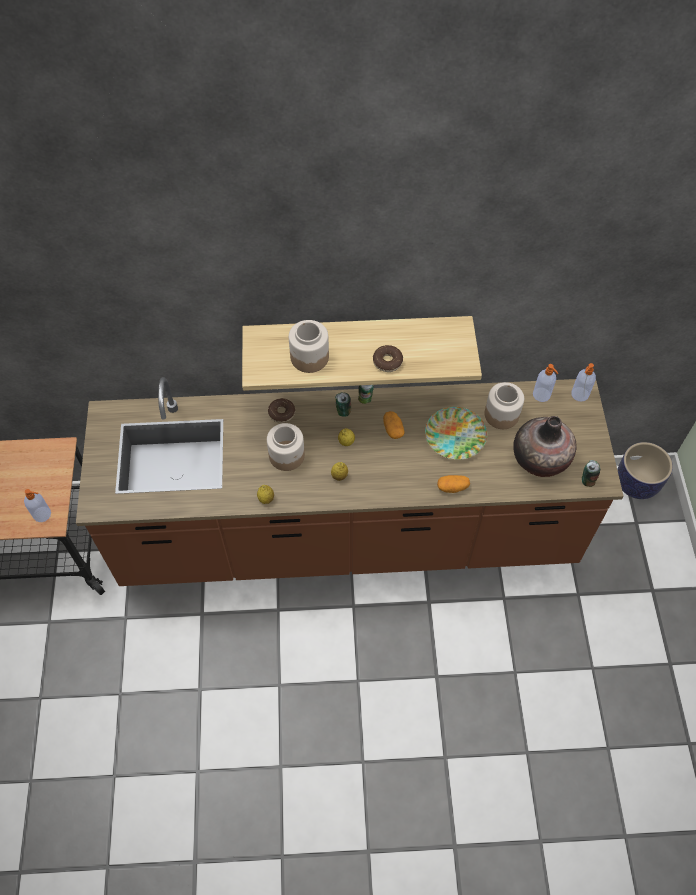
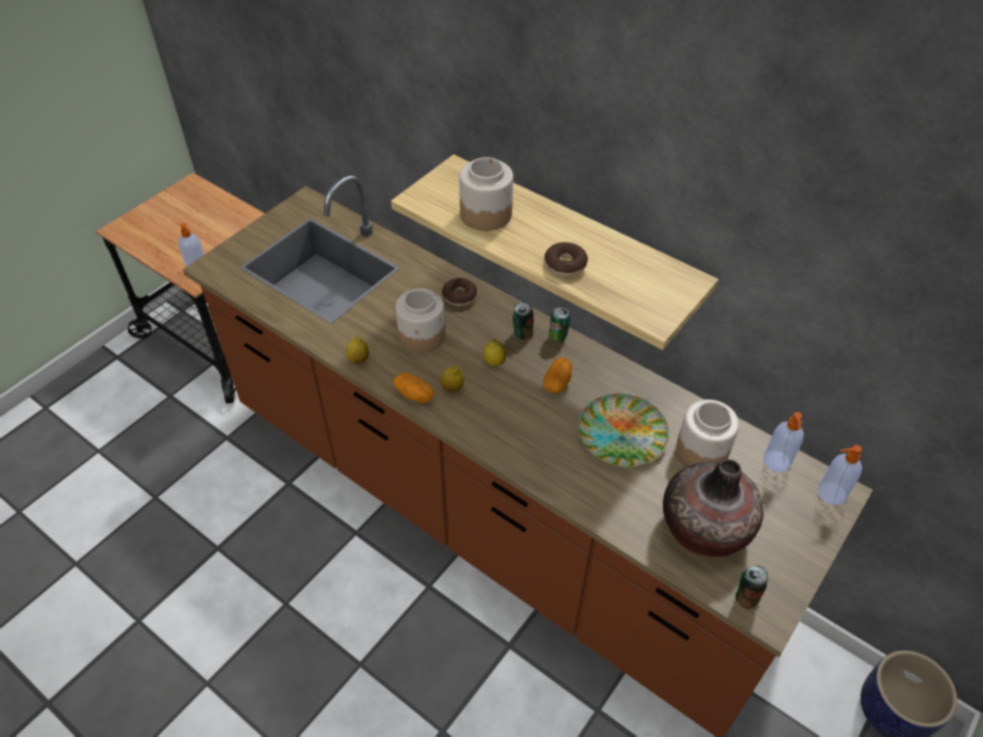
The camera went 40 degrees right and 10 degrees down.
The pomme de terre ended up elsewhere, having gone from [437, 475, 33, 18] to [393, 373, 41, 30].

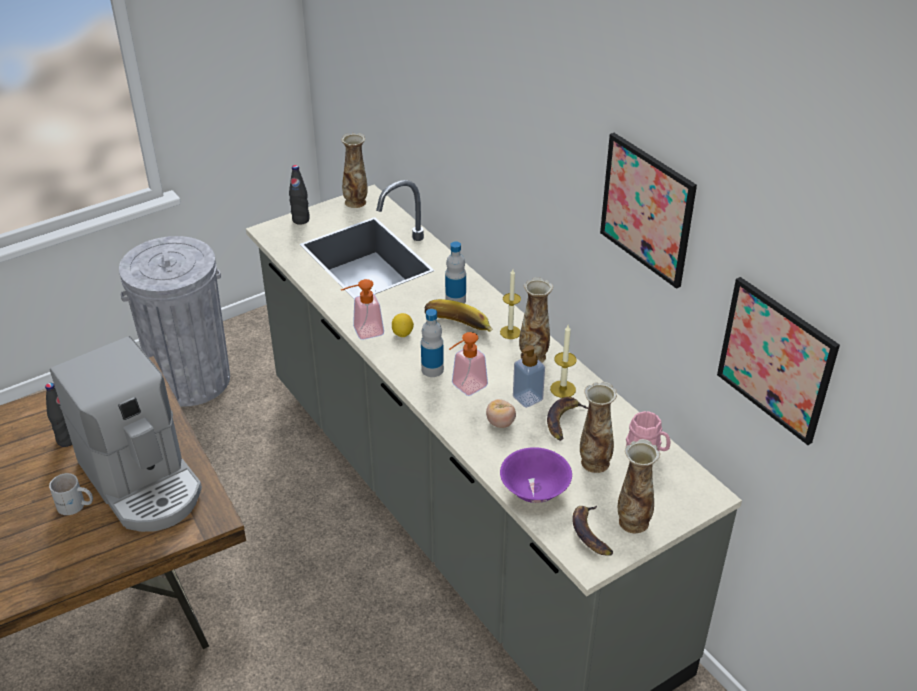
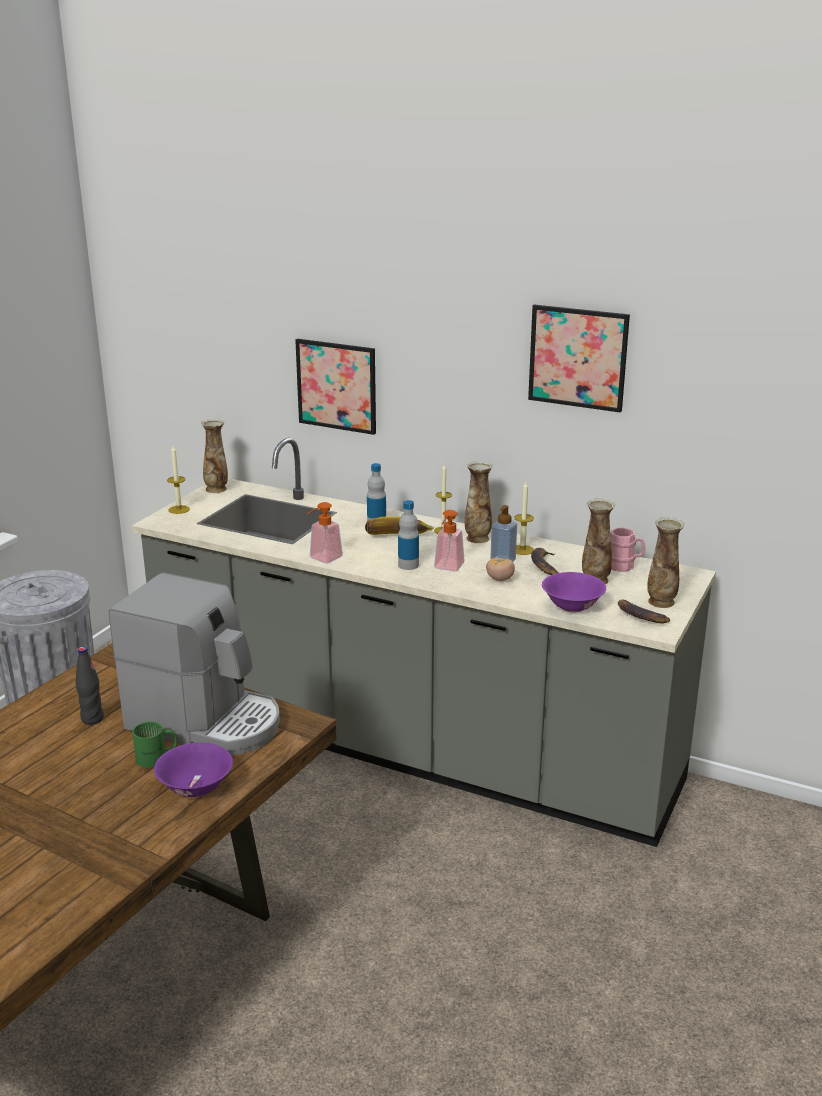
The camera went 30 degrees left and 15 degrees down.
What was the mug [blanc] at [49, 473, 44, 42] turned into the mug [vert] at [132, 722, 45, 46].
The second view gained the bol [violet] at [154, 743, 79, 54].
Where the bouteille [noir] stood at [289, 165, 20, 60], the bougie came to stand at [167, 446, 23, 68].
The tableau ended up elsewhere, having gone from [717, 277, 123, 168] to [295, 339, 81, 96].
The second view lost the citron at [392, 313, 22, 24].

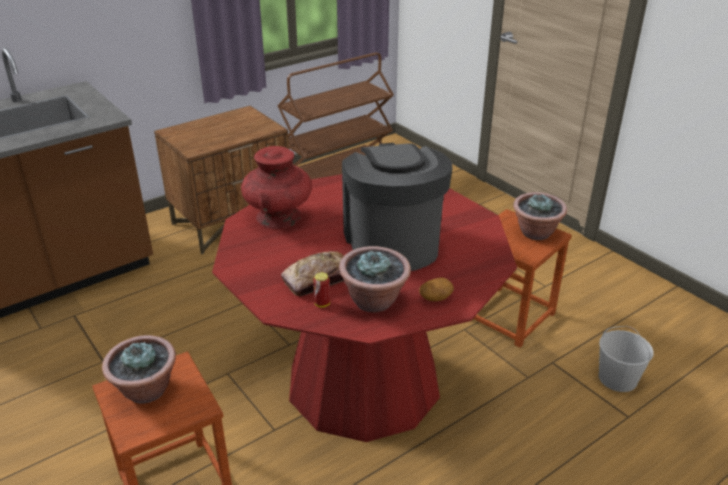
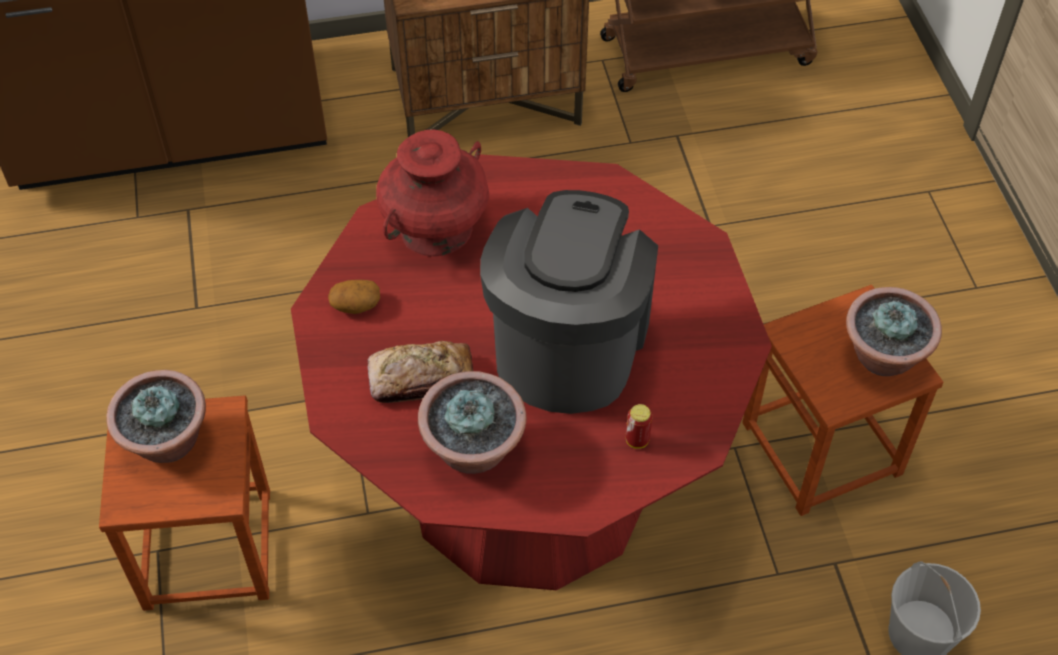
The camera went 25 degrees right and 20 degrees up.
The pomme de terre ended up elsewhere, having gone from [419, 277, 35, 24] to [328, 280, 52, 34].
The boîte métallique ended up elsewhere, having gone from [313, 272, 17, 36] to [626, 404, 27, 45].

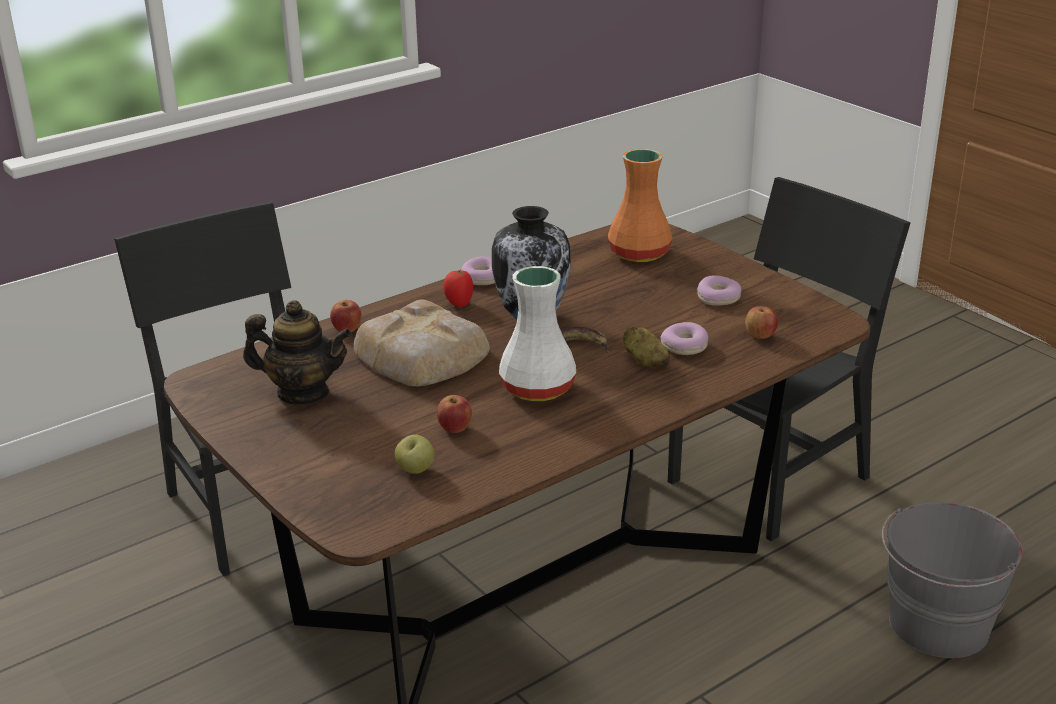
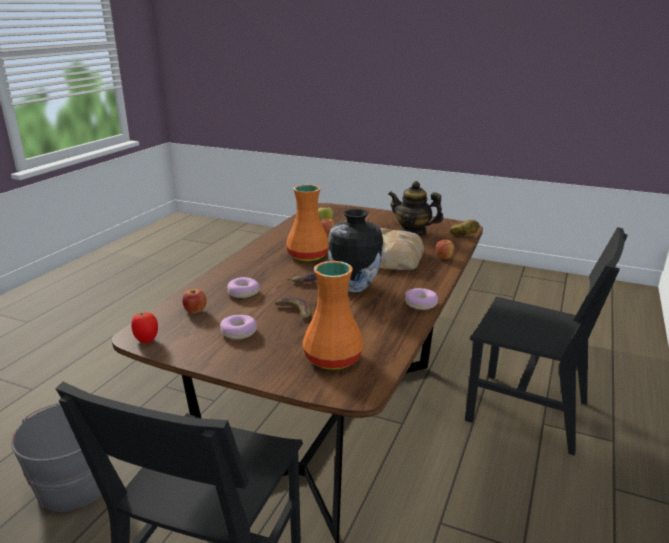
The camera went 150 degrees right and 5 degrees down.
The tomate ended up elsewhere, having gone from [443, 269, 30, 38] to [131, 313, 27, 30].
The second view gained the banane at [275, 297, 36, 27].
What was the vase [blanc] at [499, 266, 77, 135] turned into the vase [orange] at [286, 185, 43, 76].
The théière at [243, 300, 109, 104] ended up facing another way, 45 degrees clockwise from before.
The pomme de terre ended up elsewhere, having gone from [623, 326, 47, 42] to [450, 220, 30, 15].

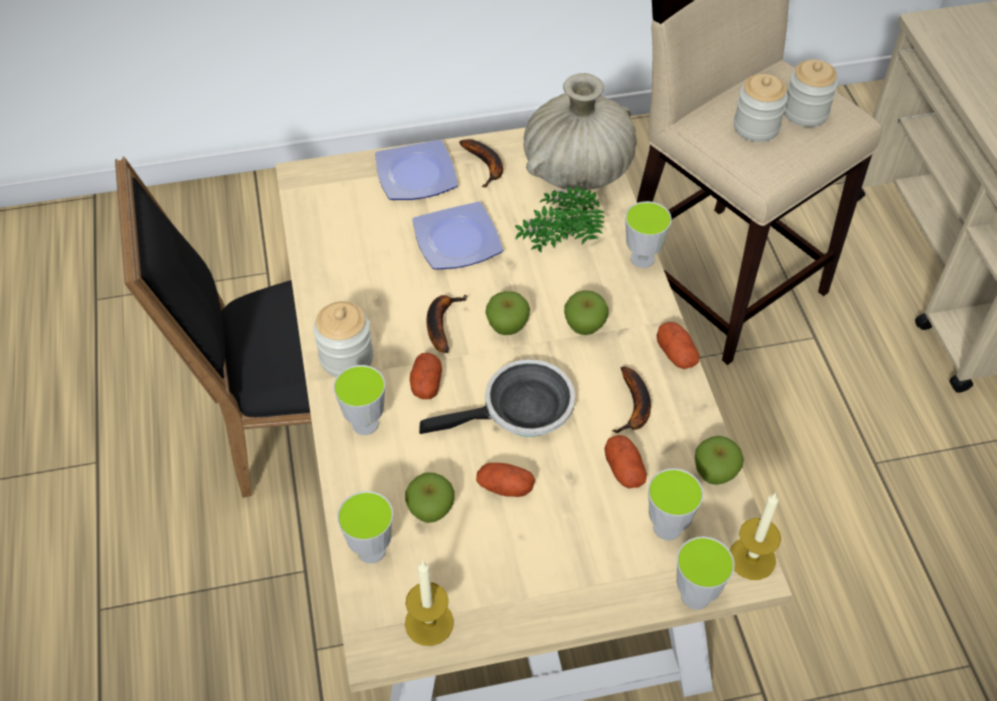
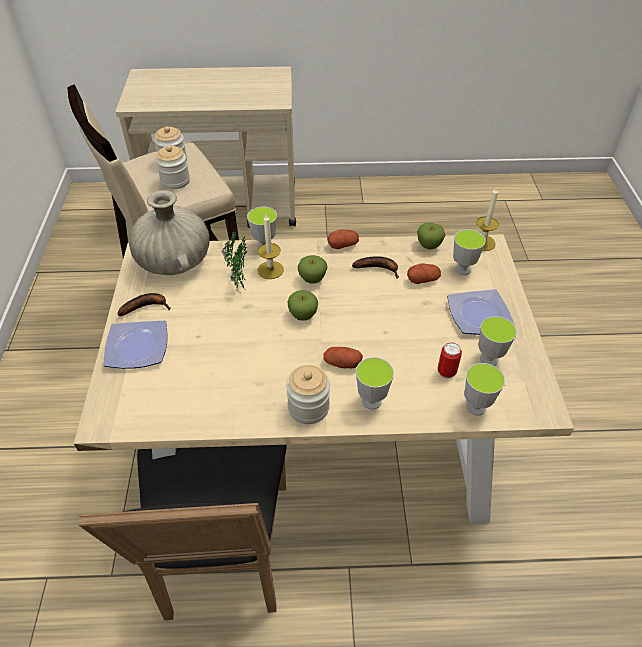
The camera went 80 degrees left and 5 degrees down.
The bougie ended up elsewhere, having gone from [405, 560, 49, 86] to [258, 214, 26, 65].
Where the pomme stood at [405, 473, 50, 50], the boîte métallique came to stand at [438, 343, 24, 35].
The assiette ended up elsewhere, having gone from [412, 202, 91, 68] to [447, 289, 67, 46].
The tasse ended up elsewhere, having gone from [677, 536, 58, 74] to [478, 316, 39, 50].
The second view lost the poêle at [419, 359, 156, 78].
The second view lost the banane at [426, 295, 42, 58].
The second view lost the pomme de terre at [476, 463, 59, 34].

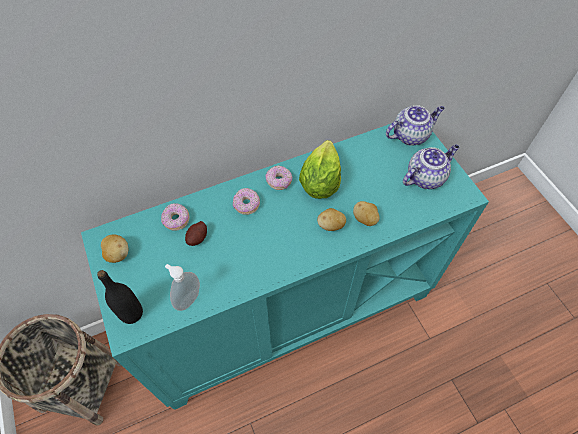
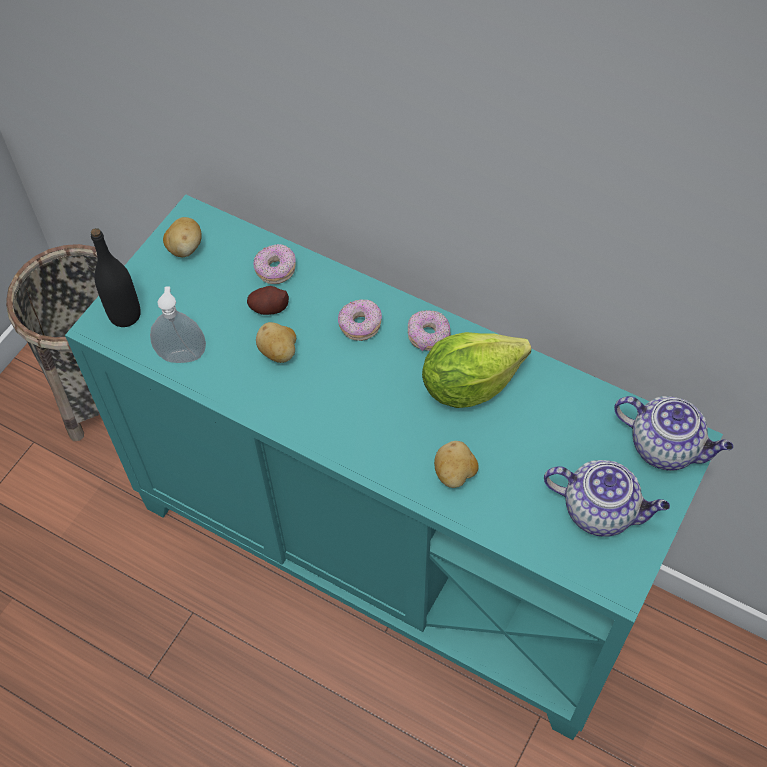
The camera went 55 degrees right and 0 degrees up.
The pomme de terre ended up elsewhere, having gone from [317, 208, 29, 23] to [256, 322, 40, 41].

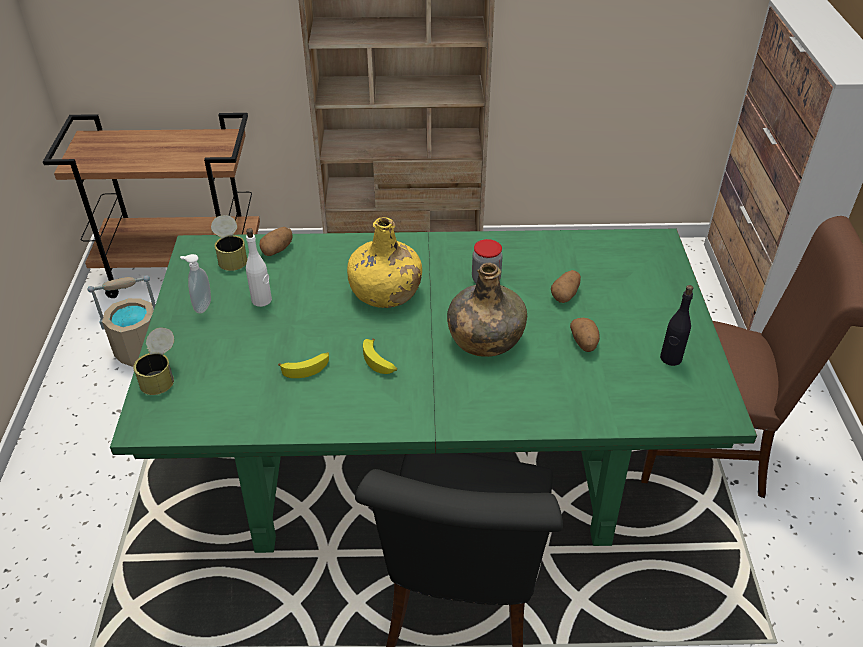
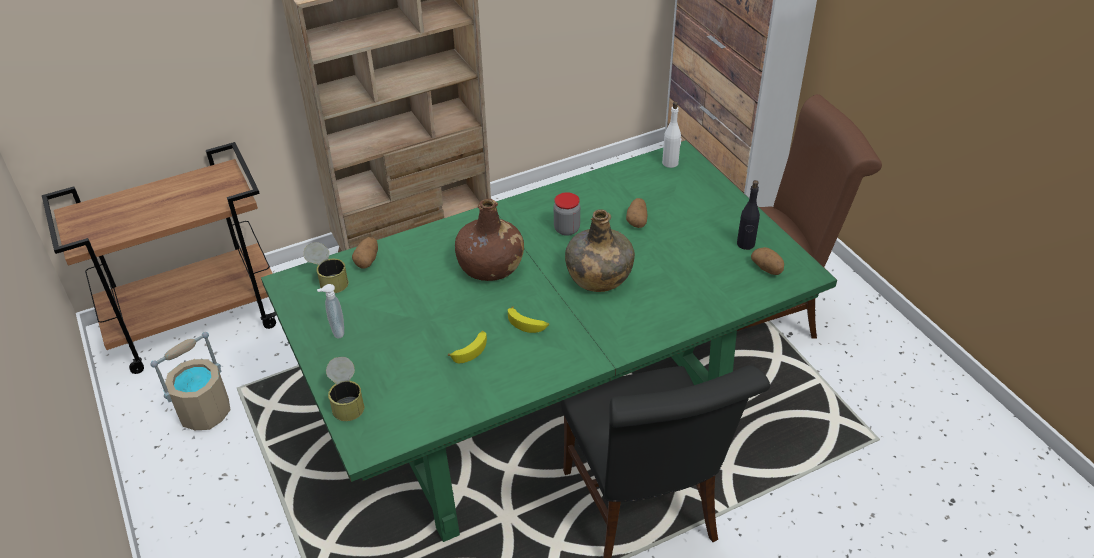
The camera went 25 degrees left and 0 degrees up.
What was the bouteille [jaune] at [347, 217, 75, 91] turned into the bouteille [marron] at [455, 199, 69, 82].
The bouteille [blanc] ended up elsewhere, having gone from [246, 228, 26, 79] to [662, 102, 19, 66].
The pomme de terre ended up elsewhere, having gone from [570, 318, 30, 34] to [751, 247, 33, 28].

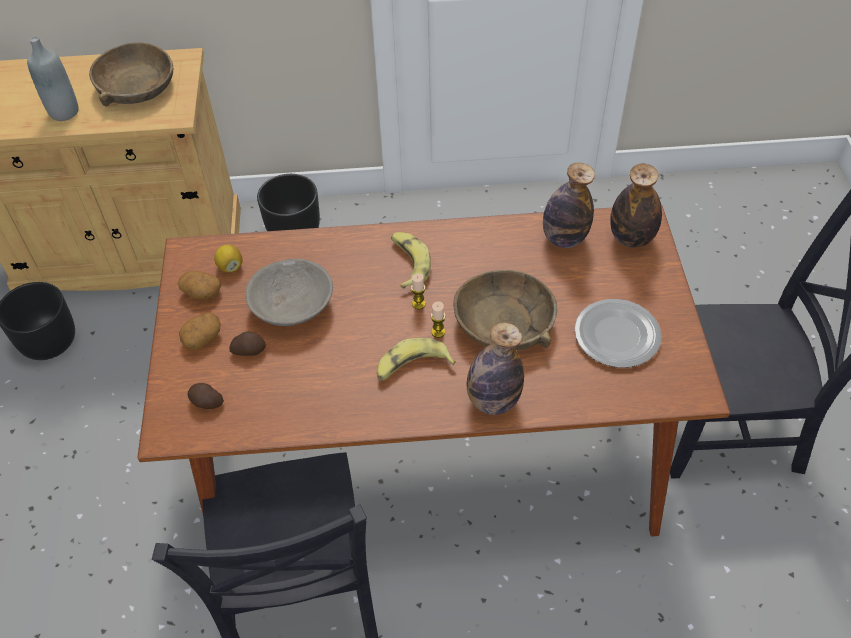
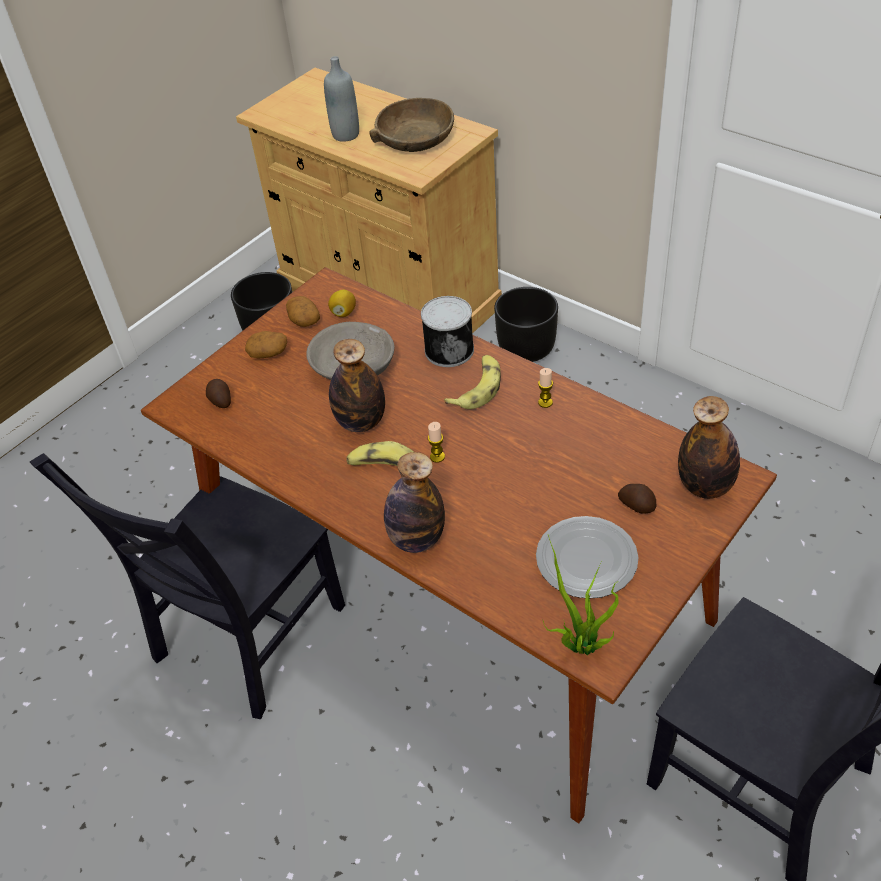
The camera went 45 degrees right and 5 degrees down.
The bouteille ended up elsewhere, having gone from [543, 163, 52, 85] to [329, 339, 56, 93].
The second view gained the boîte métallique at [421, 296, 53, 71].
The bougie ended up elsewhere, having gone from [411, 274, 15, 35] to [538, 368, 15, 40].
The second view gained the plante en pot at [543, 535, 75, 120].
The pomme de terre ended up elsewhere, having gone from [229, 331, 37, 25] to [618, 484, 39, 30].
The second view lost the bol [marron] at [453, 270, 104, 80].

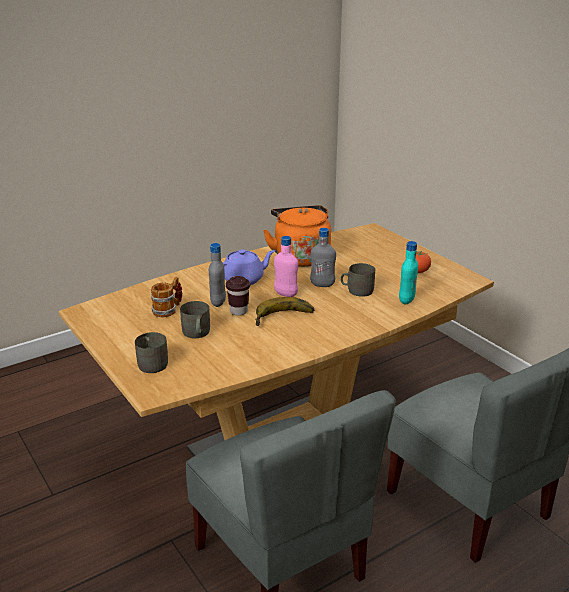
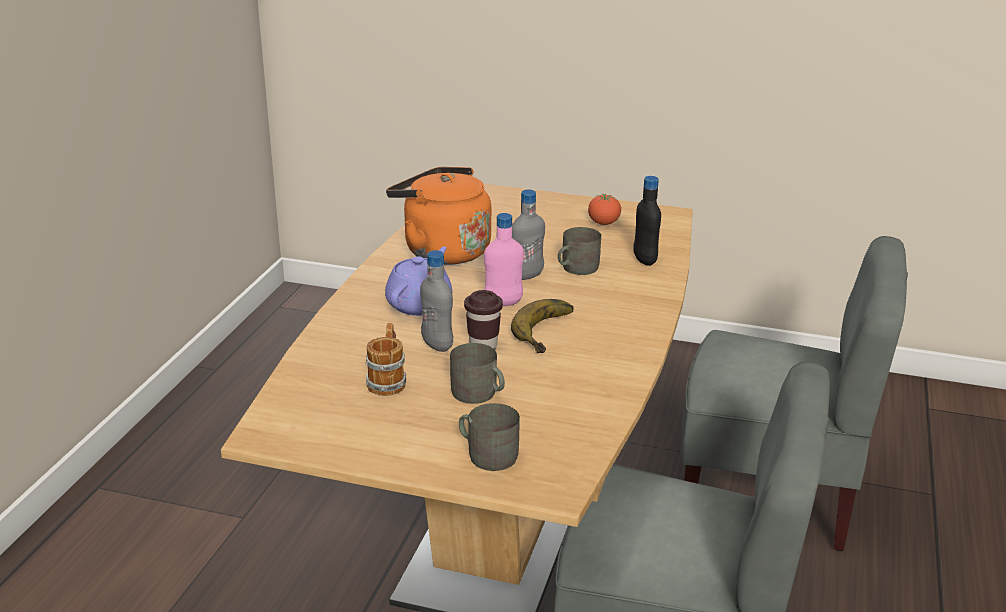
The camera went 40 degrees left and 0 degrees up.
What was the bouteille [turquoise] at [399, 241, 19, 63] turned into the bouteille [noir] at [633, 176, 28, 90].

